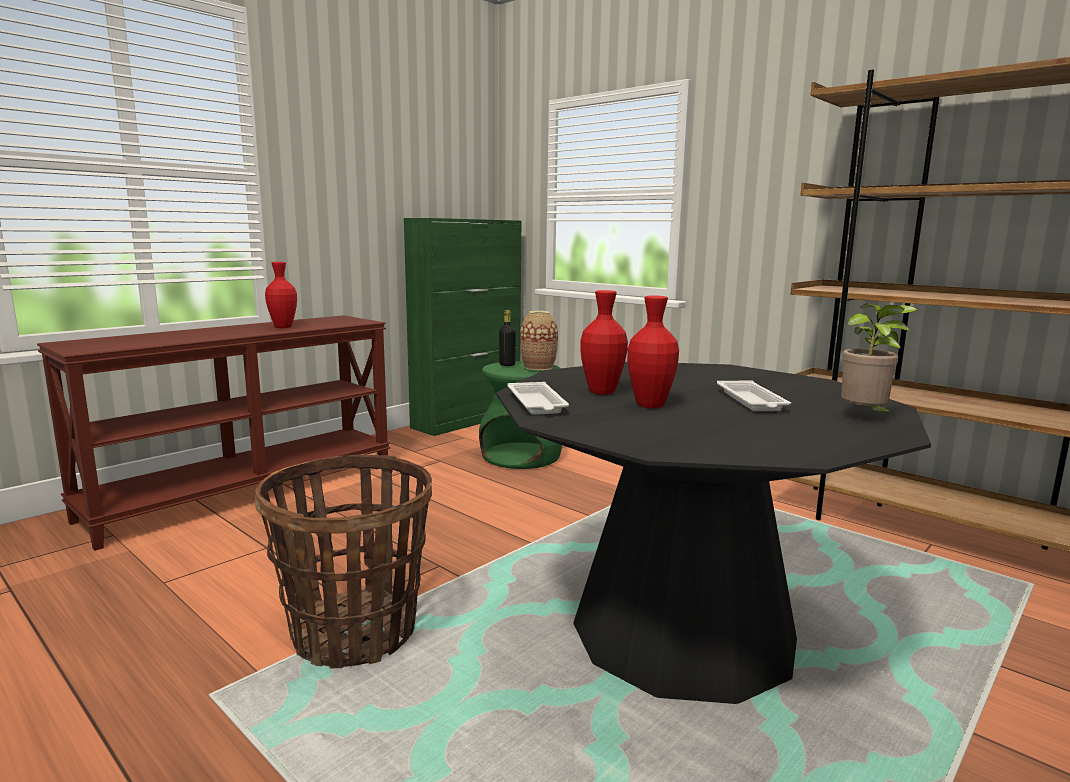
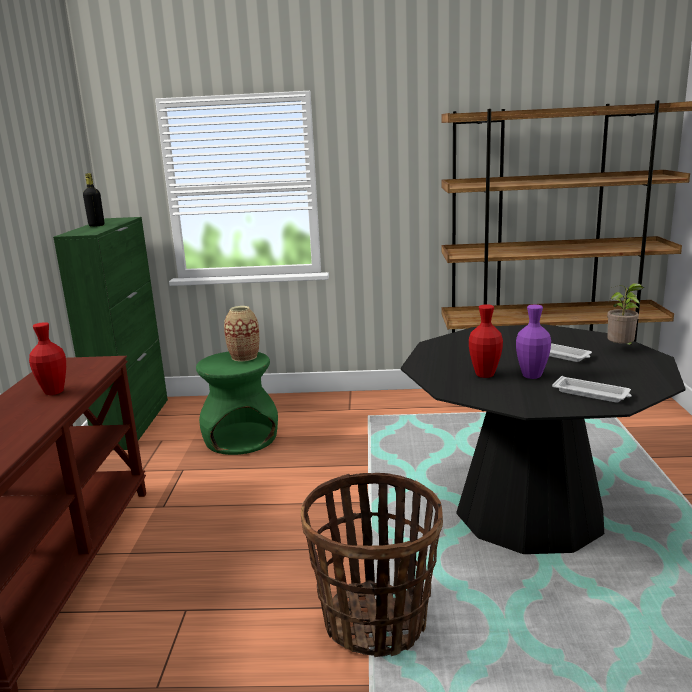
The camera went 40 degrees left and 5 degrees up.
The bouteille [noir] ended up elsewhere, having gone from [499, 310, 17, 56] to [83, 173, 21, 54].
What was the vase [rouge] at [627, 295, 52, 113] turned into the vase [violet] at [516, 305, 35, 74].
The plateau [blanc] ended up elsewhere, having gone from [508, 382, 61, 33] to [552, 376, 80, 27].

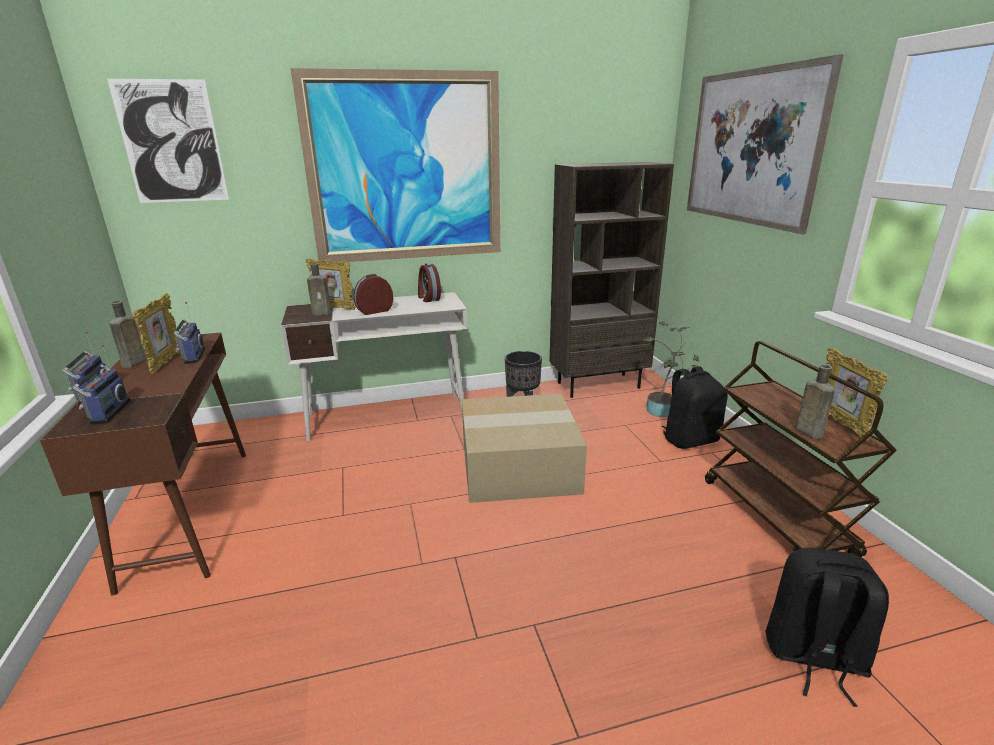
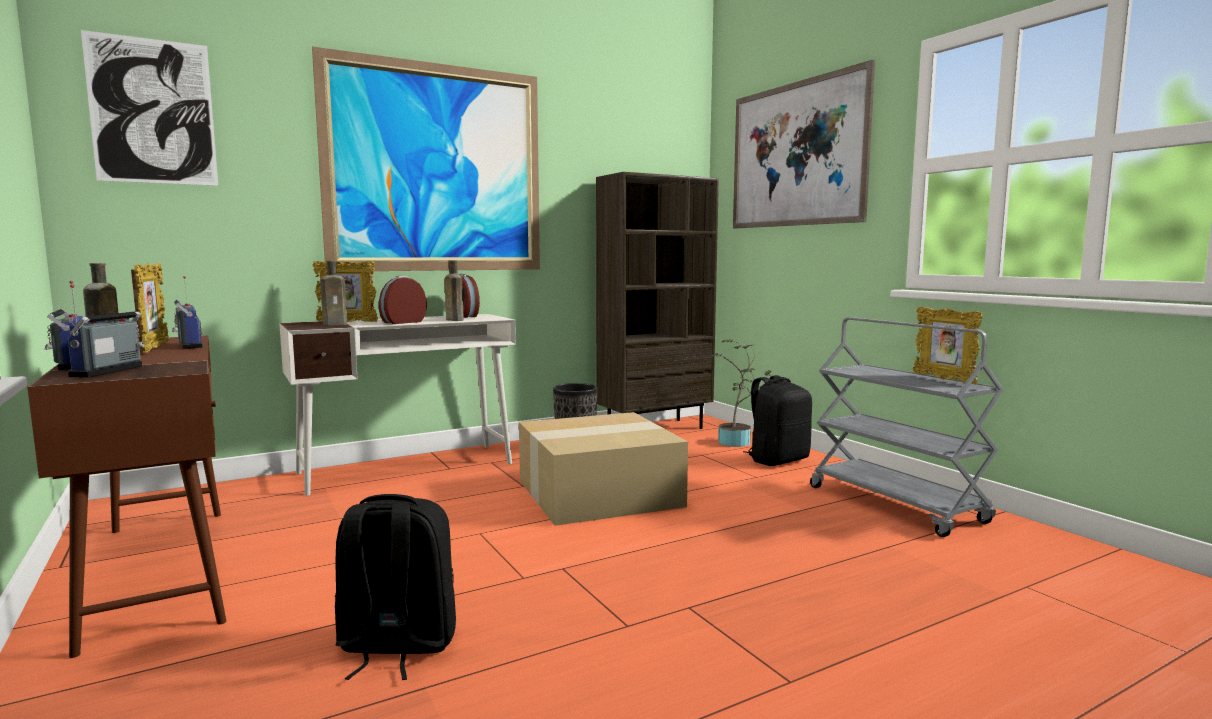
The camera went 15 degrees left and 15 degrees down.
The radio at [73, 344, 58, 81] ended up facing another way, 150 degrees counterclockwise from before.
The sac à dos [noir] ended up elsewhere, having gone from [765, 547, 124, 160] to [335, 494, 121, 186].
The bouteille [marron] ended up elsewhere, having gone from [796, 365, 39, 74] to [444, 260, 20, 61].
What was the chariot [marron] at [705, 341, 192, 216] turned into the chariot [gris] at [810, 317, 193, 220].

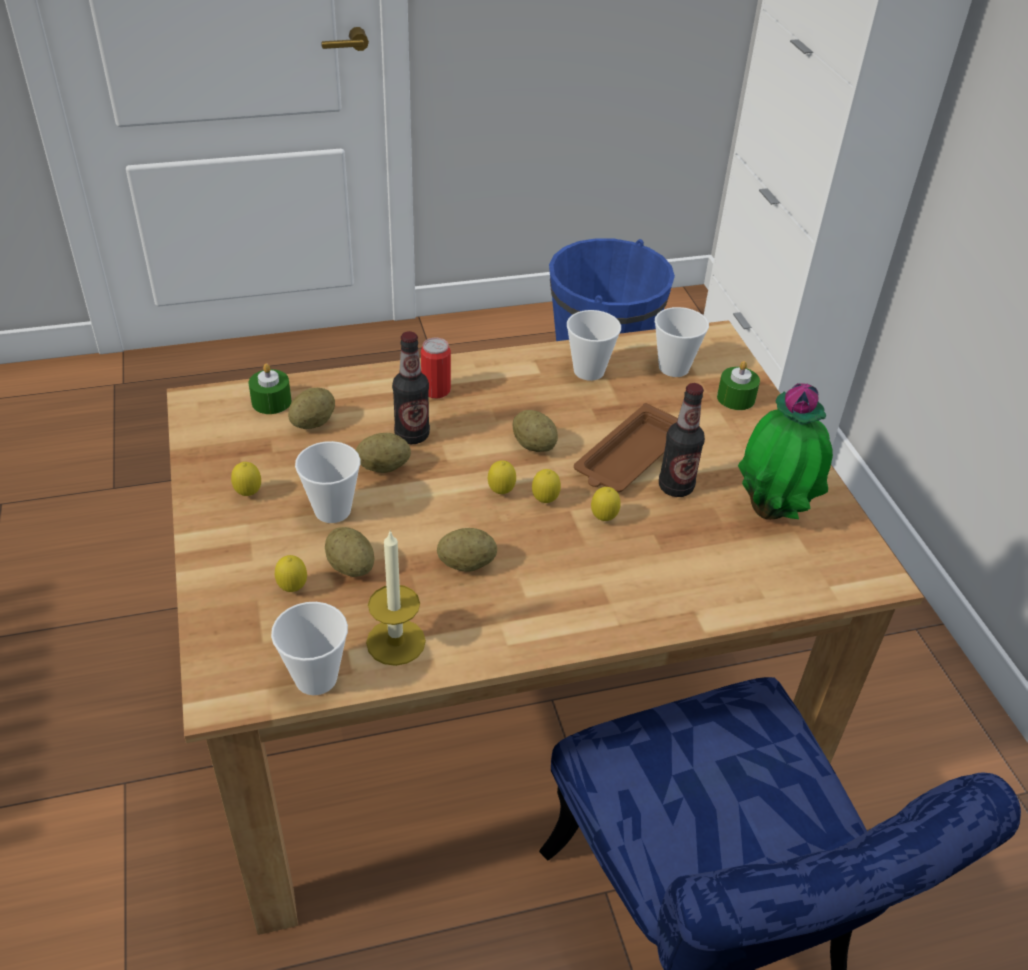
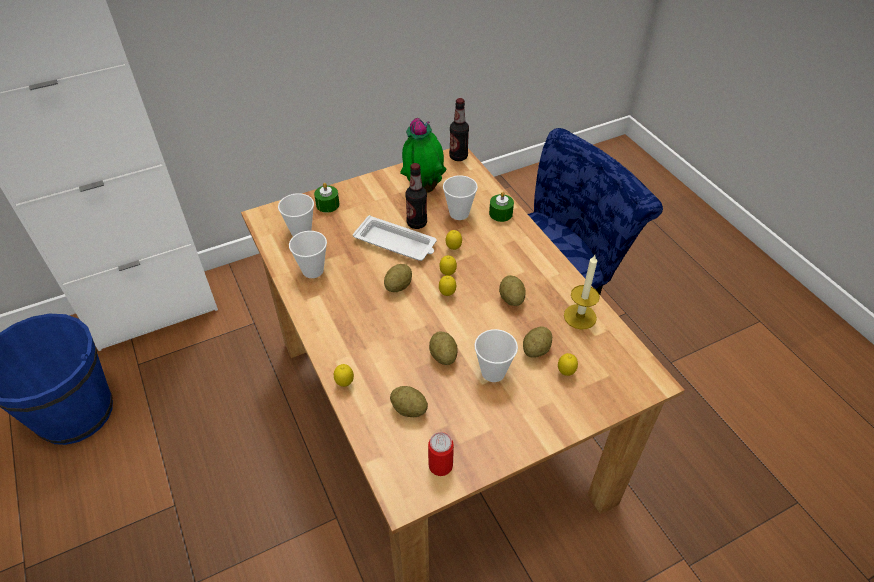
The camera went 100 degrees left and 5 degrees up.
The citron ended up elsewhere, having gone from [231, 462, 30, 34] to [334, 364, 20, 23].
What was the plateau [marron] at [574, 403, 104, 89] turned into the plateau [blanc] at [353, 215, 84, 46].
The boîte métallique ended up elsewhere, having gone from [421, 338, 30, 60] to [428, 432, 26, 44].
The tasse ended up elsewhere, having gone from [271, 602, 77, 93] to [443, 176, 35, 44].
The bouteille ended up elsewhere, having gone from [392, 331, 38, 113] to [449, 98, 20, 63].
The bougie [vert] ended up elsewhere, having gone from [249, 363, 42, 51] to [489, 192, 25, 30].

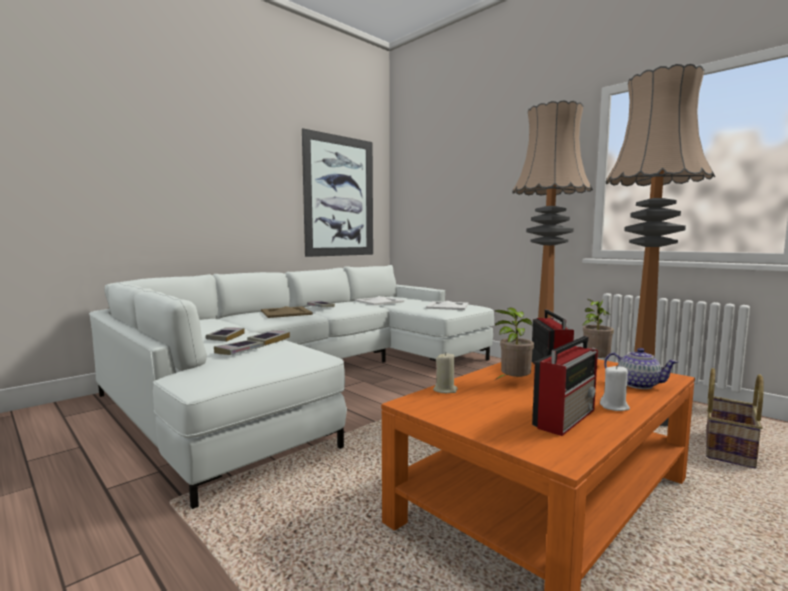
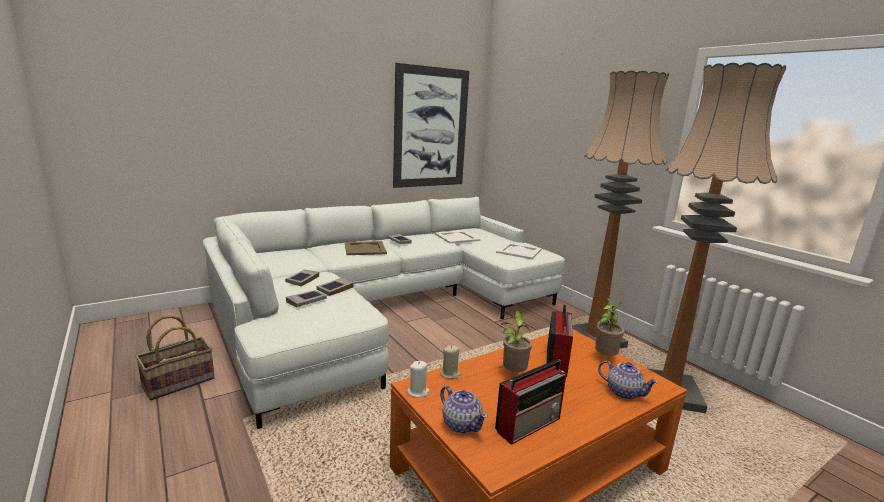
The camera went 10 degrees right and 10 degrees up.
The panier ended up elsewhere, having gone from [706, 368, 58, 101] to [135, 315, 80, 86].
The bougie [blanc] ended up elsewhere, having gone from [600, 365, 30, 46] to [407, 361, 22, 37].
The second view gained the théière at [440, 386, 48, 48].

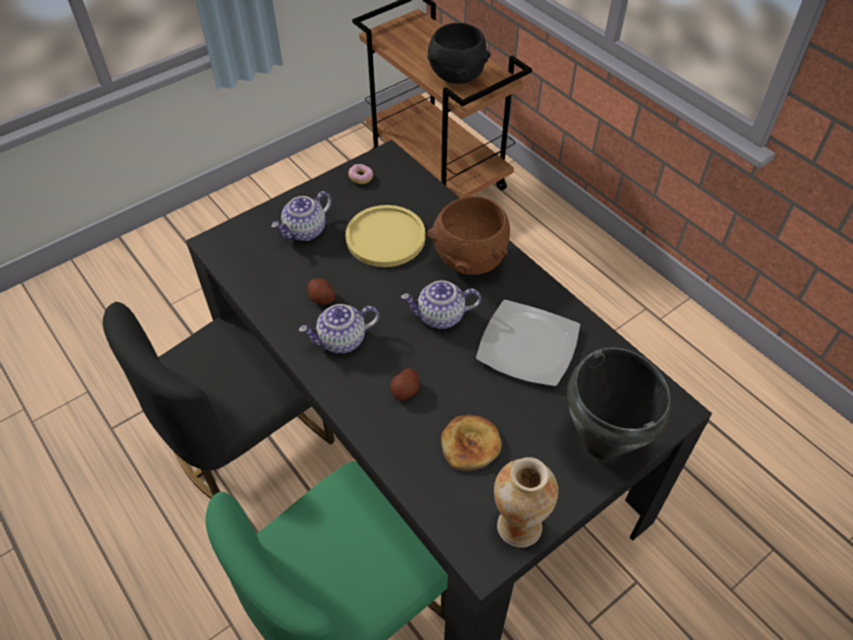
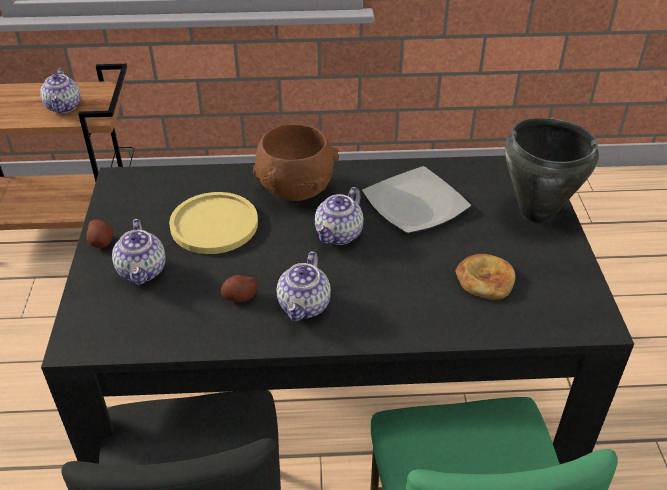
The camera went 55 degrees left and 10 degrees down.
Where the bol [noir] stood at [427, 23, 63, 61], the théière came to stand at [40, 69, 41, 44].
The pomme de terre ended up elsewhere, having gone from [391, 368, 28, 33] to [86, 219, 27, 29].
The second view lost the beignet at [348, 164, 25, 20].
The second view lost the vase at [494, 457, 64, 91].

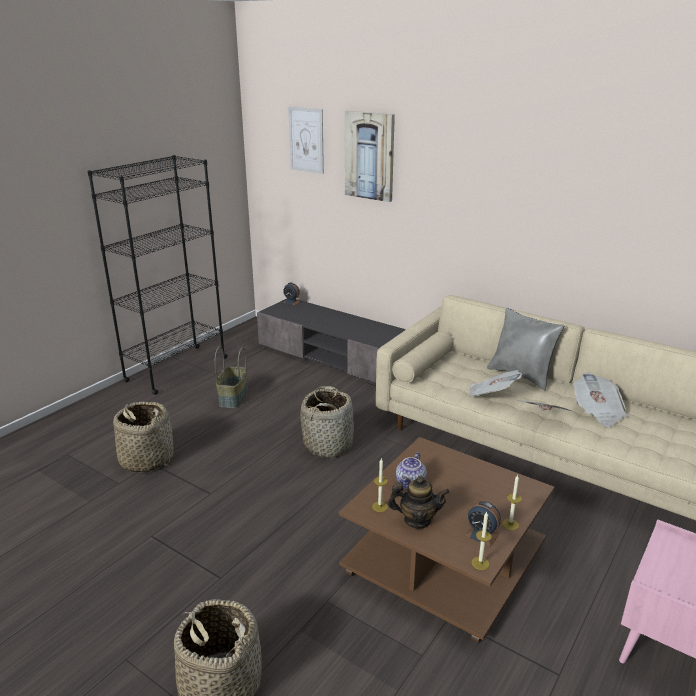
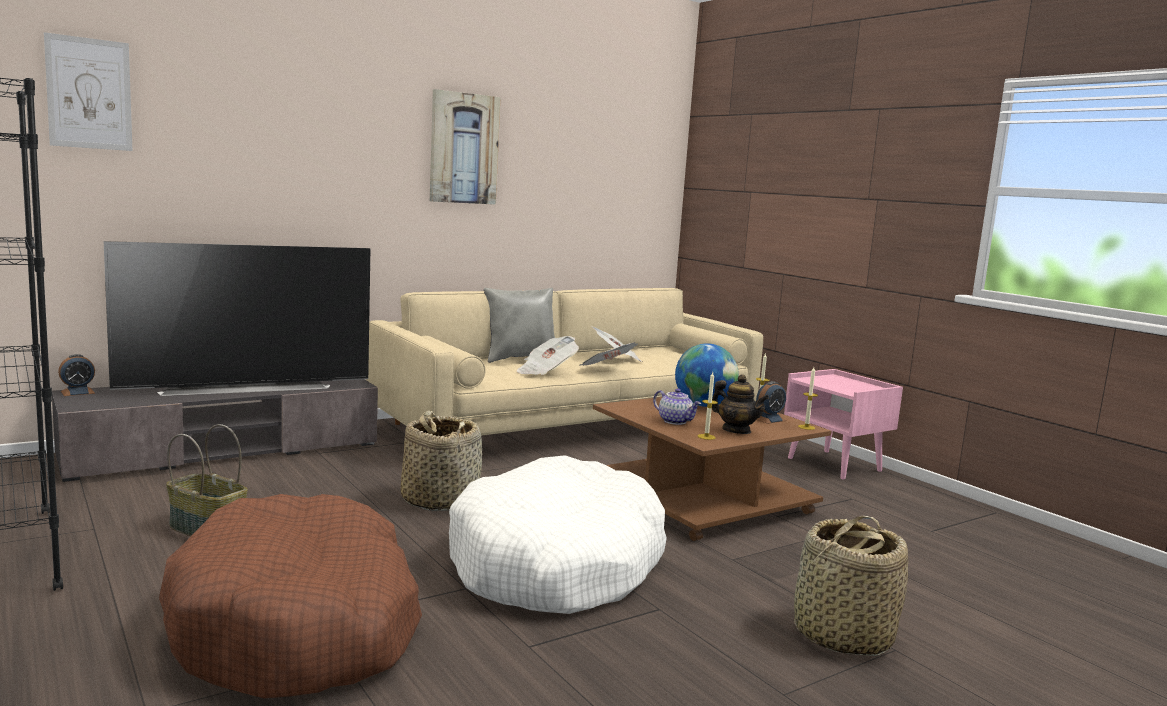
The camera went 70 degrees left and 15 degrees down.
The second view gained the téléviseur at [104, 241, 266, 155].
Where the panier stood at [113, 401, 61, 72], the panier pour chien [marron] came to stand at [159, 494, 263, 204].
The tableau ended up elsewhere, having gone from [344, 111, 51, 91] to [430, 89, 71, 116].
The second view gained the panier pour chien [blanc] at [449, 455, 218, 159].
The second view gained the globe at [675, 343, 64, 64].
The théière at [388, 476, 62, 53] ended up facing another way, 105 degrees clockwise from before.

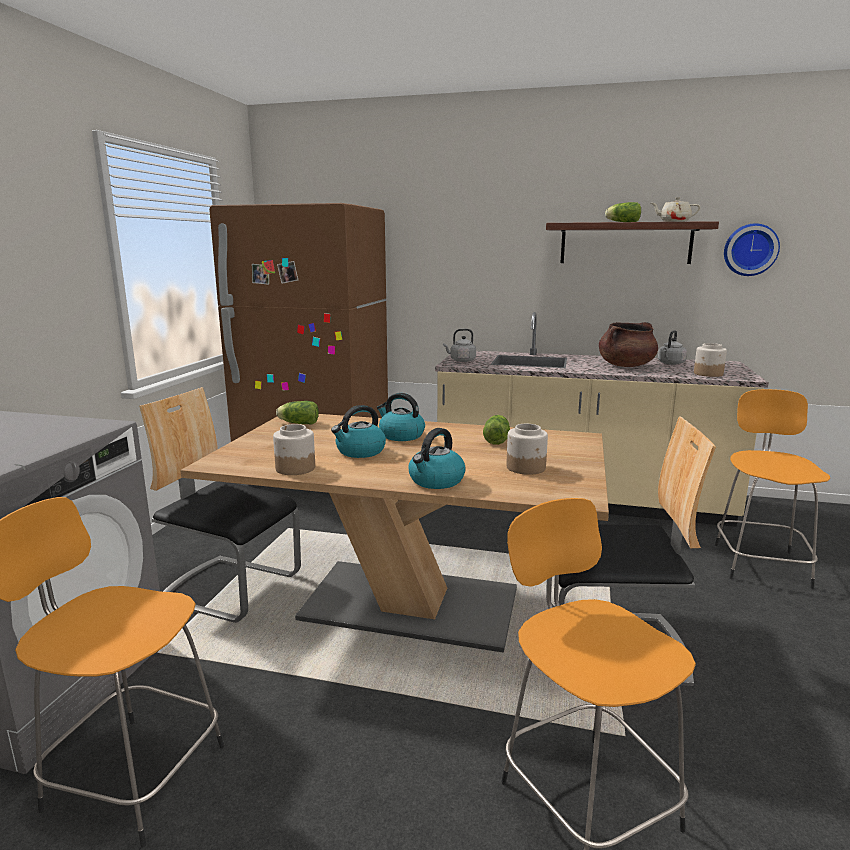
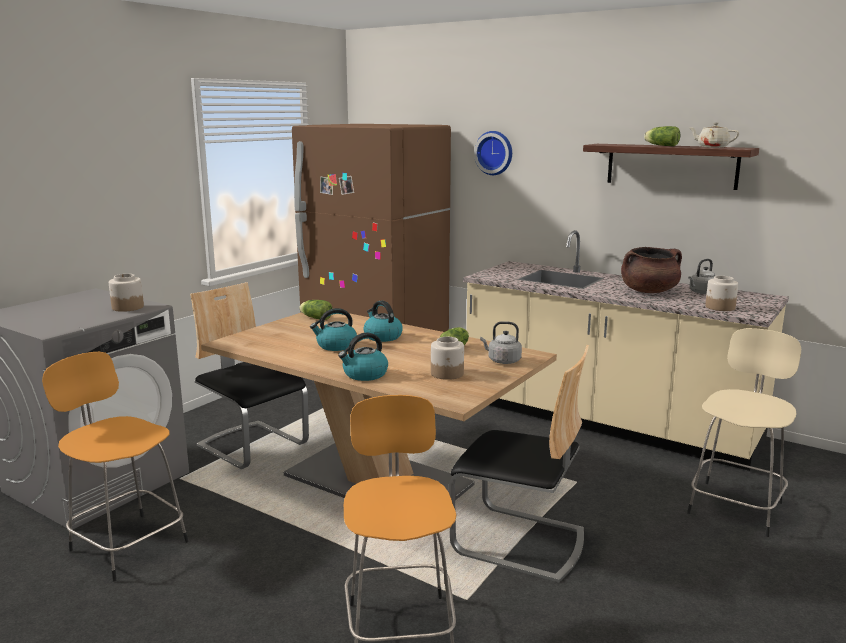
The camera went 20 degrees right and 0 degrees up.
The bocal ended up elsewhere, having gone from [273, 424, 42, 51] to [109, 274, 35, 38].
The horloge murale ended up elsewhere, having gone from [724, 223, 56, 53] to [474, 131, 38, 44].
The bouilloire [gris] ended up elsewhere, having gone from [443, 329, 33, 33] to [480, 321, 42, 43].
What was the tabouret [orange] at [715, 389, 115, 200] turned into the tabouret [beige] at [687, 328, 114, 209].

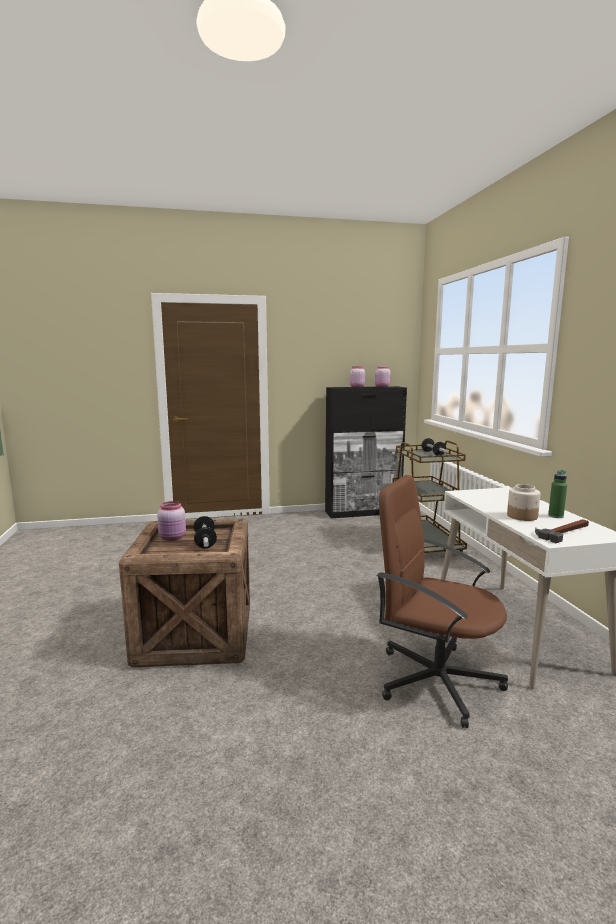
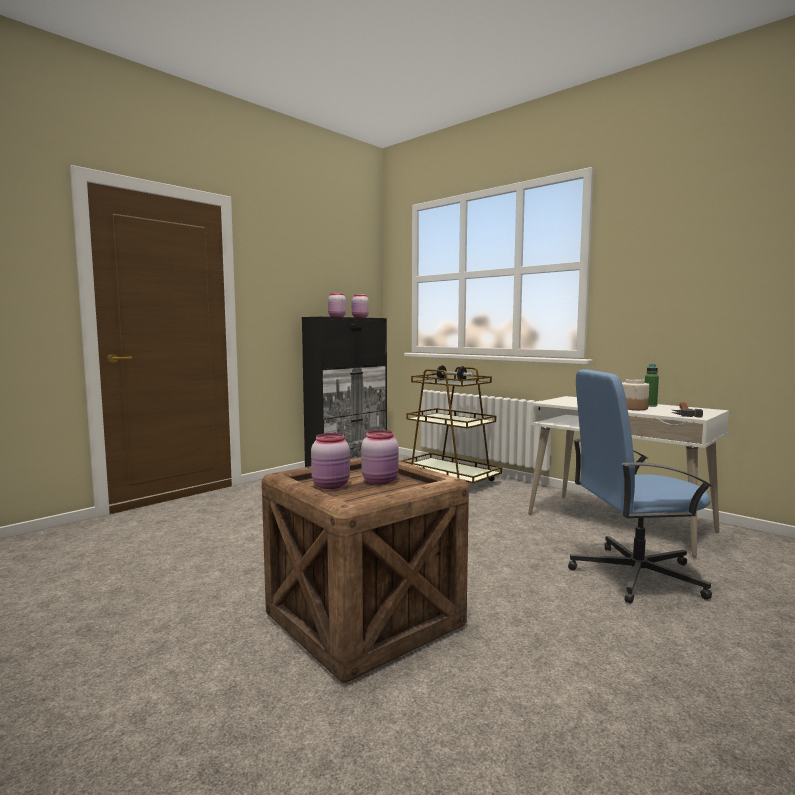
The camera went 35 degrees left and 5 degrees down.
Where the haltère stood at [194, 516, 23, 33], the bocal [rose] came to stand at [361, 430, 37, 54].
What was the chaise de bureau [marron] at [377, 475, 131, 253] turned into the chaise de bureau [bleu] at [568, 369, 145, 235].

